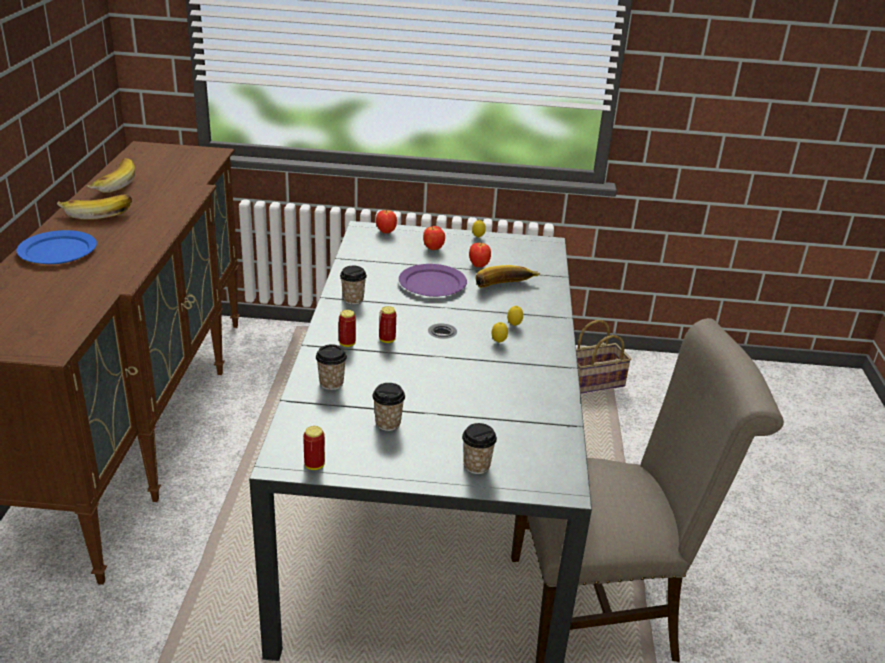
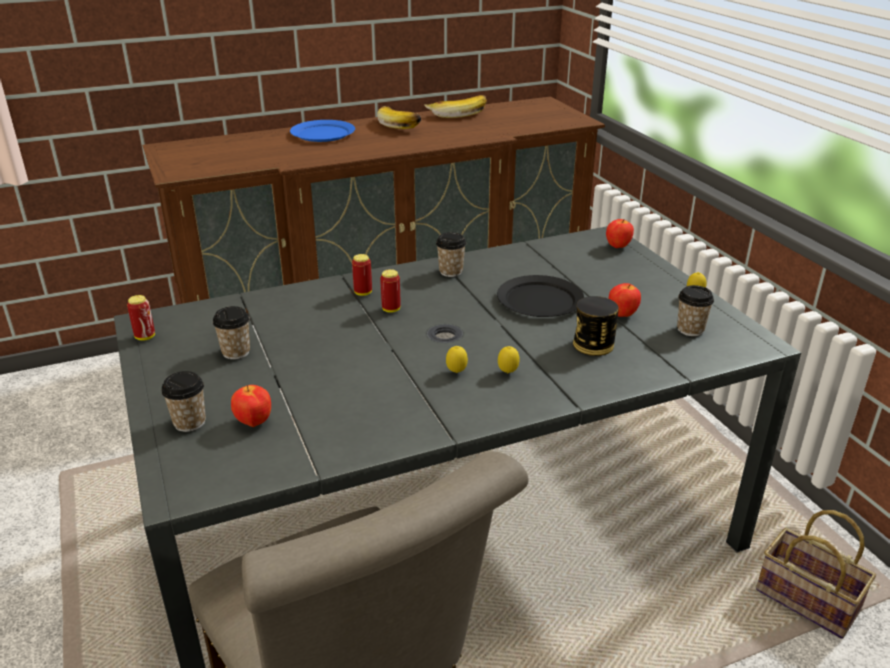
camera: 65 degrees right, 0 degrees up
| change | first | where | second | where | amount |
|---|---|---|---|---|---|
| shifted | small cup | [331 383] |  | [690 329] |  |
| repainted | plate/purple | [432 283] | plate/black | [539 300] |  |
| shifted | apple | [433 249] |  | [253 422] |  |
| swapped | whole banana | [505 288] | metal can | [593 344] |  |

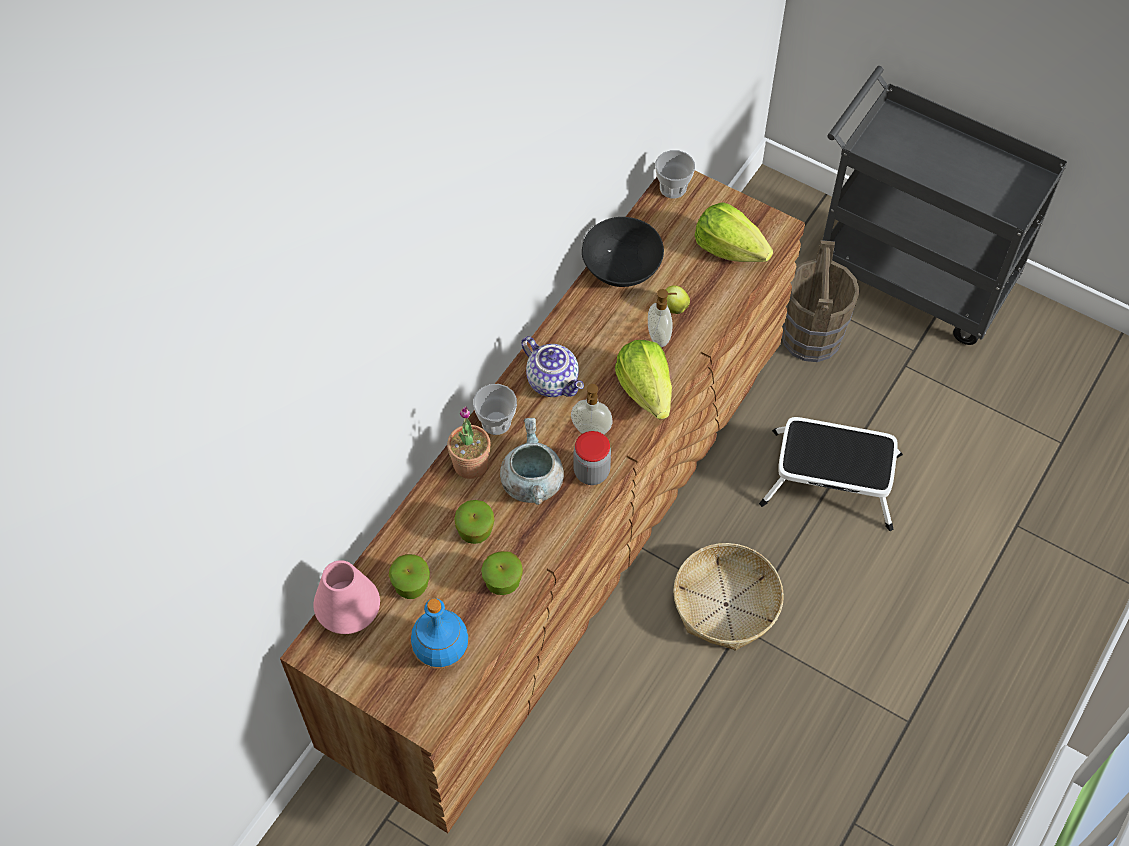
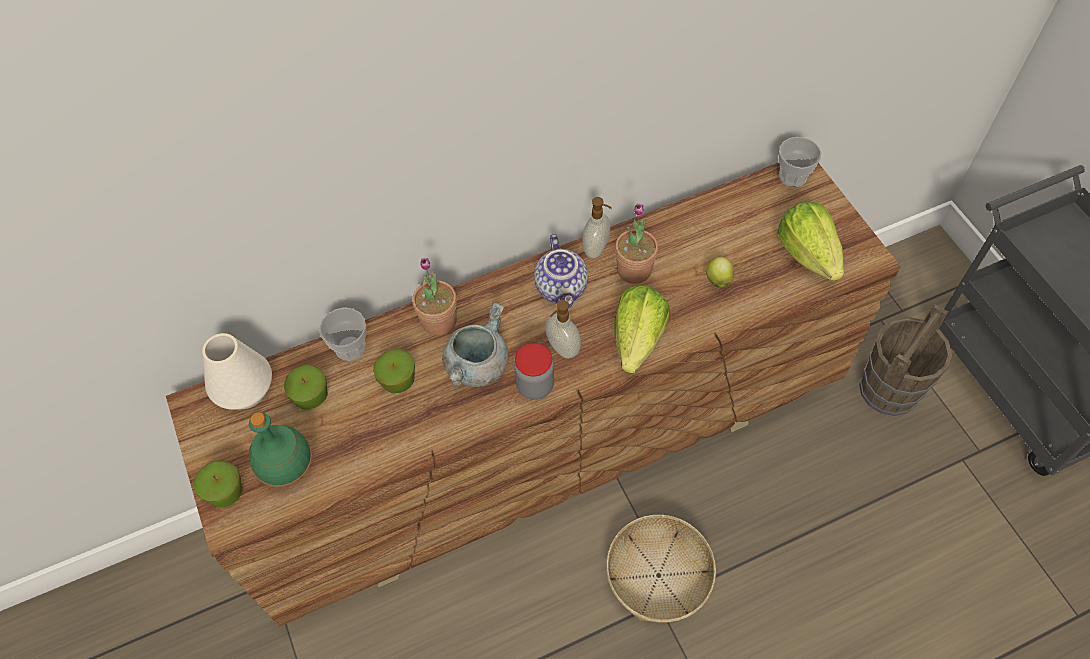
camera: 35 degrees right, 0 degrees up
| change | first | where | second | where | amount |
|---|---|---|---|---|---|
| repainted | flower vase/pink | [349 613] | flower vase/white-coloured | [245 391] |  |
| repainted | beverage bottle/bluish | [440 652] | beverage bottle/green | [288 469] |  |
| shifted | small cup | [496 422] |  | [350 347] |  |
| shifted | apple | [502 582] |  | [225 492] |  |
| gone | bowl/black | [622 268] |  |  |  |
| shifted | soap bottle | [660 337] |  | [596 249] |  |
| gone | step ladder/black | [831 480] |  |  |  |
| new |  |  | plant in a pot | [634 270] |  |

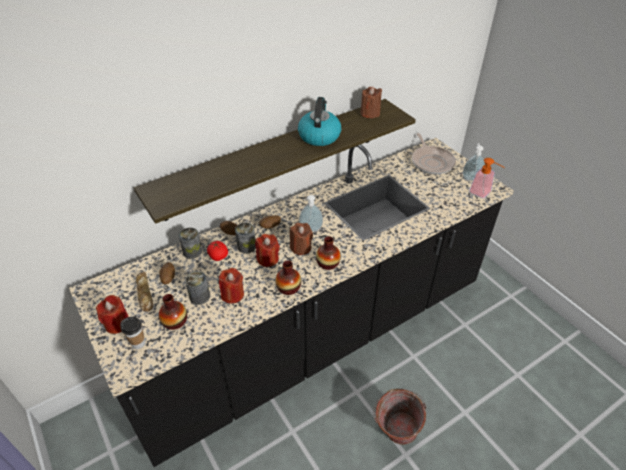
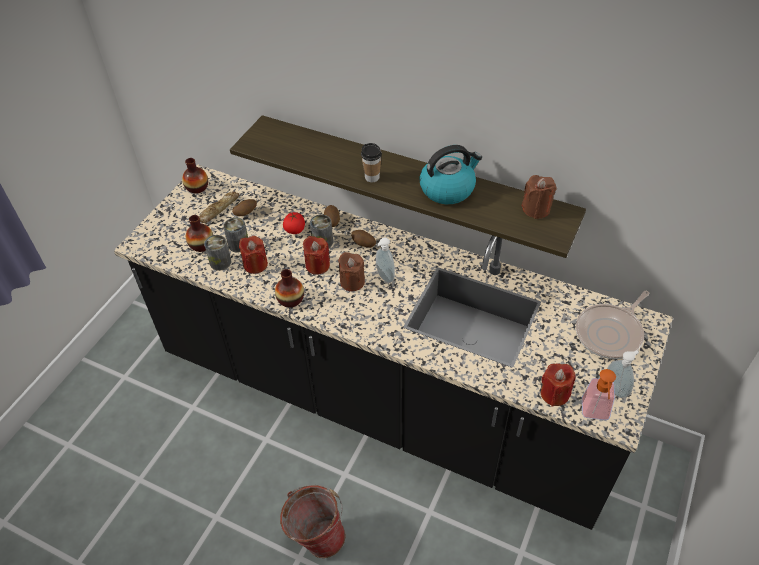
camera: 60 degrees right, 5 degrees up
| change | first | where | second | where | amount |
|---|---|---|---|---|---|
| shifted | wax light/reddish | [117 324] |  | [554 394] |  |
| shifted | small cup | [138 343] |  | [372 177] |  |
| shifted | metal can | [192 252] |  | [220 262] |  |
| shifted | flower vase | [328 263] |  | [197 187] |  |

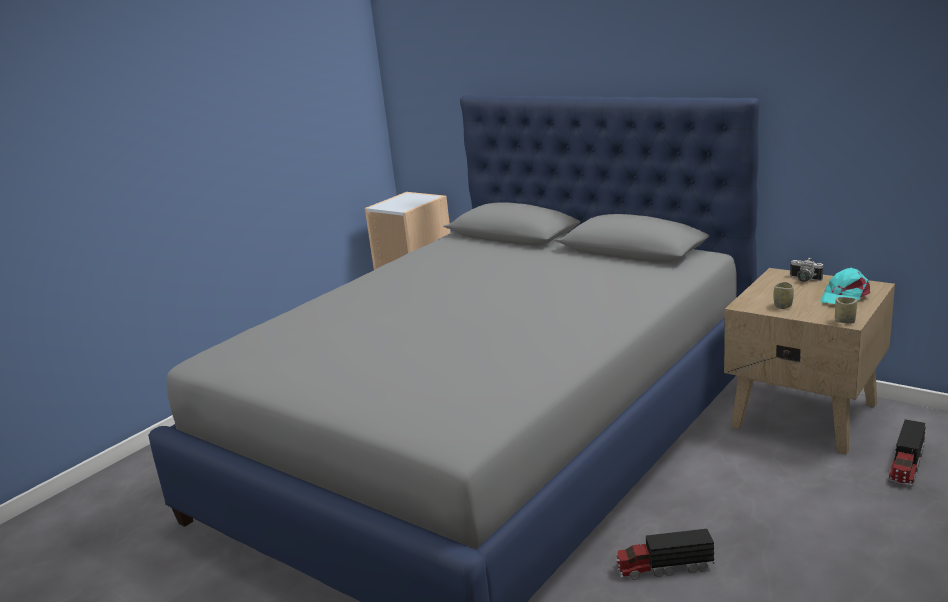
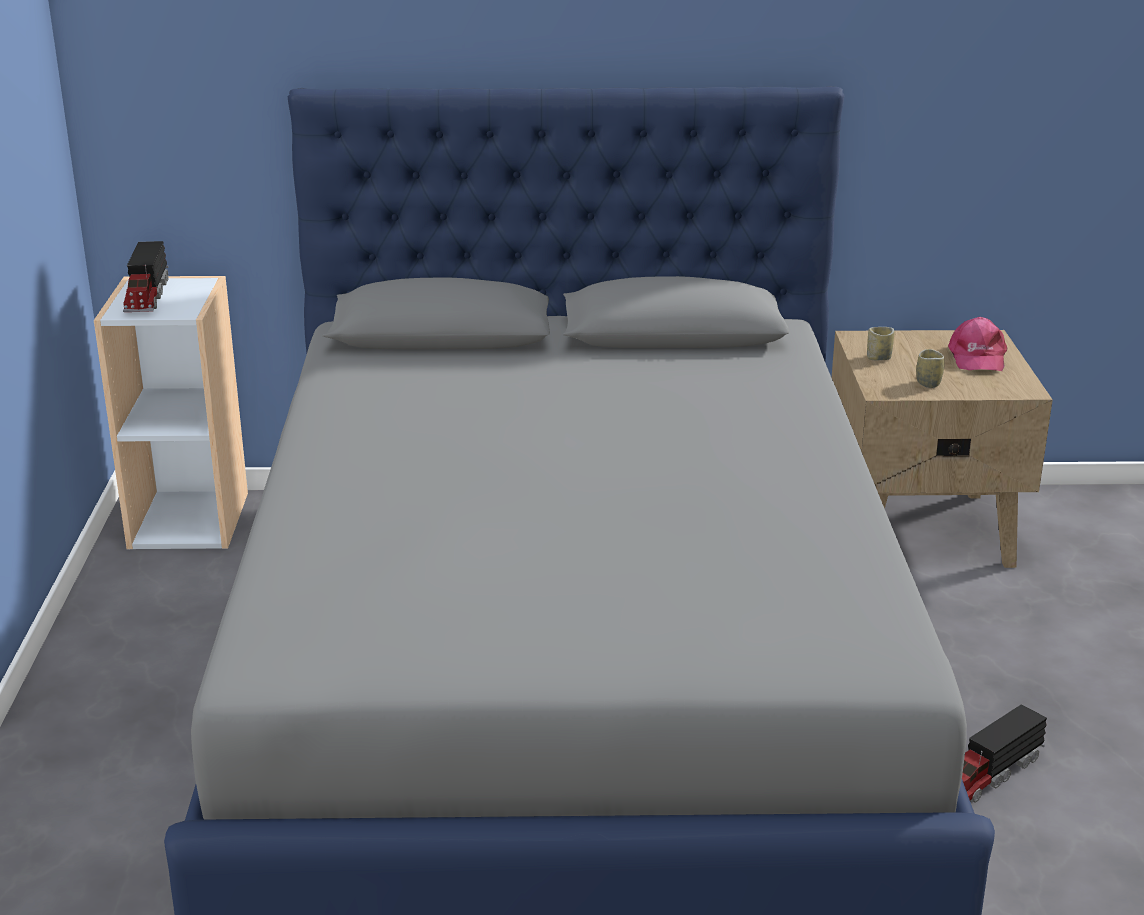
camera: 40 degrees left, 5 degrees up
| change | first | where | second | where | amount |
|---|---|---|---|---|---|
| gone | still camera | [803 280] |  |  |  |
| repainted | cap/blue-green | [844 296] | cap/pink | [976 357] |  |
| shifted | small cup | [845 321] |  | [878 358] |  |
| shifted | toy lorry | [906 465] |  | [147 295] |  |

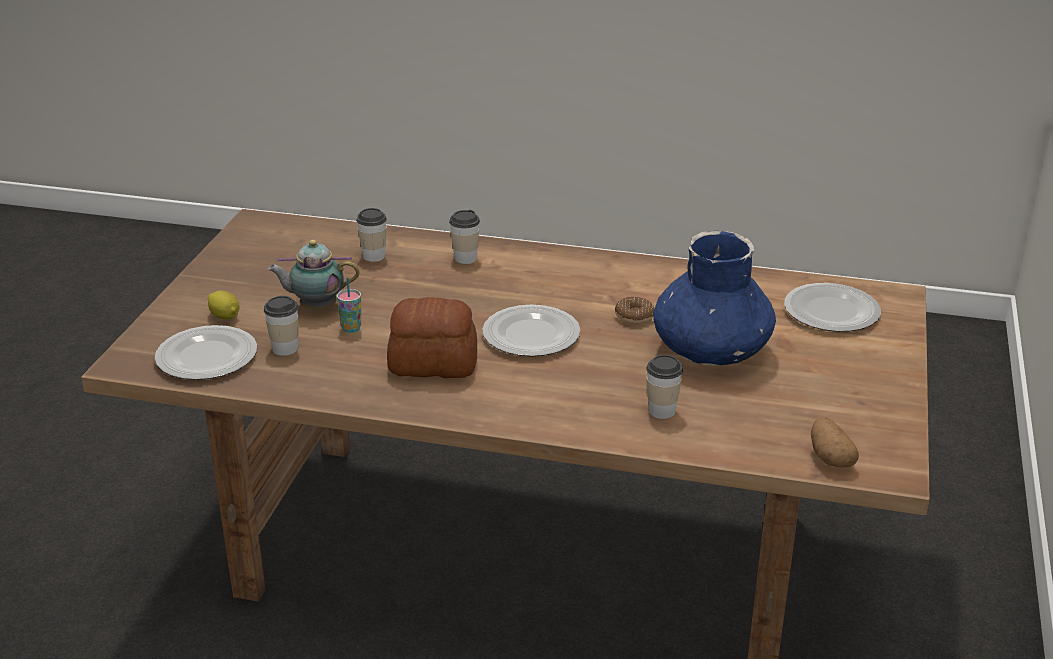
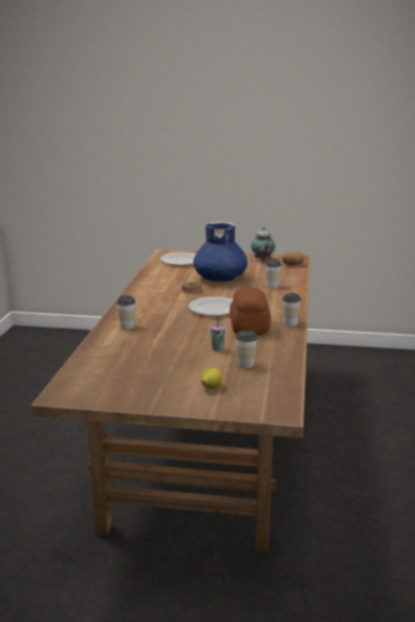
camera: 95 degrees left, 10 degrees down
| change | first | where | second | where | amount |
|---|---|---|---|---|---|
| gone | plate | [207 356] |  |  |  |
| shifted | pot for tea | [316 307] |  | [262 260] |  |
| shifted | small cup | [374 256] |  | [290 323] |  |

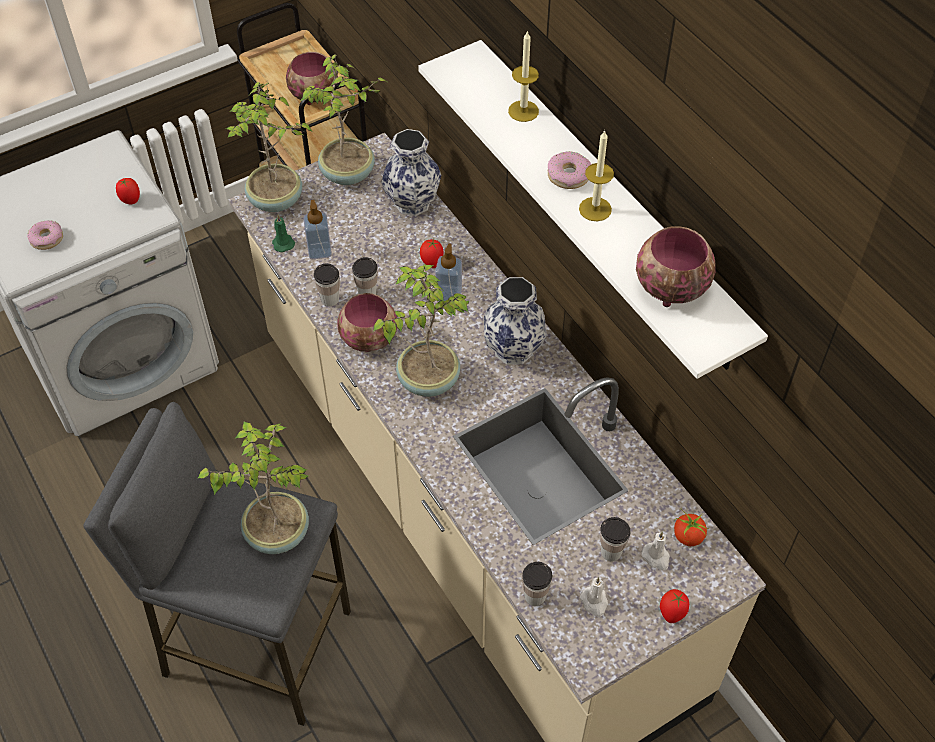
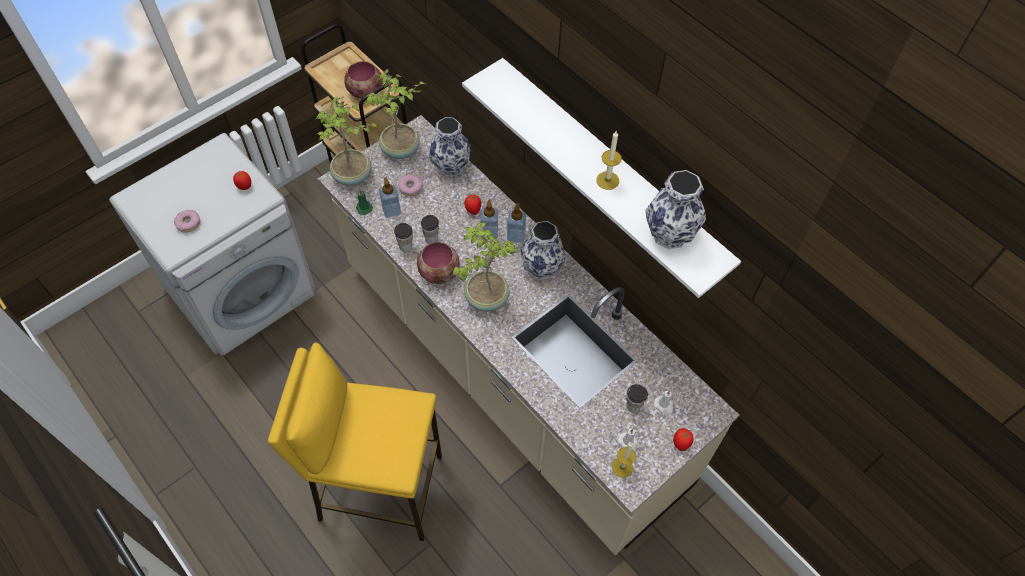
camera: 10 degrees left, 5 degrees up
| change | first | where | second | where | amount |
|---|---|---|---|---|---|
| repainted | sitting stool/grey | [257 643] | sitting stool/yellow-coloured | [380 488] |  |
| gone | plant in a pot | [276 531] |  |  |  |
| shifted | wax light | [523 111] |  | [622 467] |  |
| gone | small cup | [535 596] |  |  |  |
| shifted | donut | [569 175] |  | [410 187] |  |
| swapped | bowl | [669 288] | flower vase | [668 234] |  |
| gone | whole tomato | [687 536] |  |  |  |
| new |  |  | soap bottle | [516 236] |  |

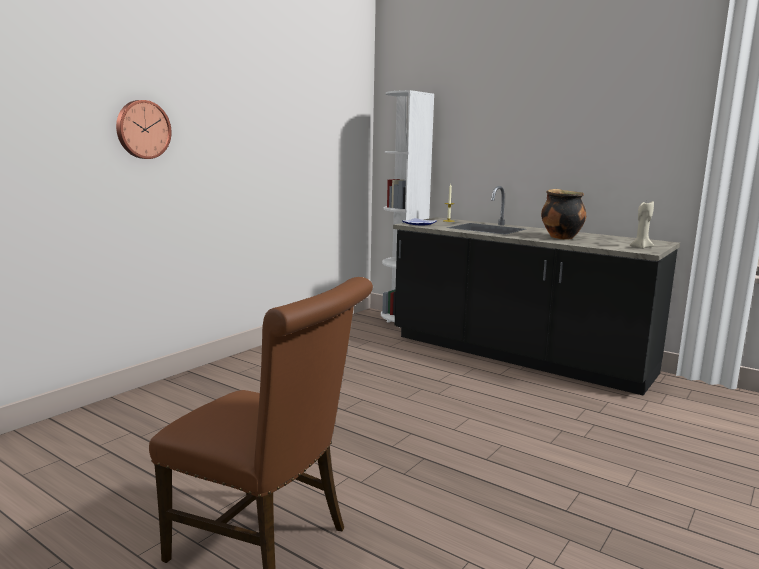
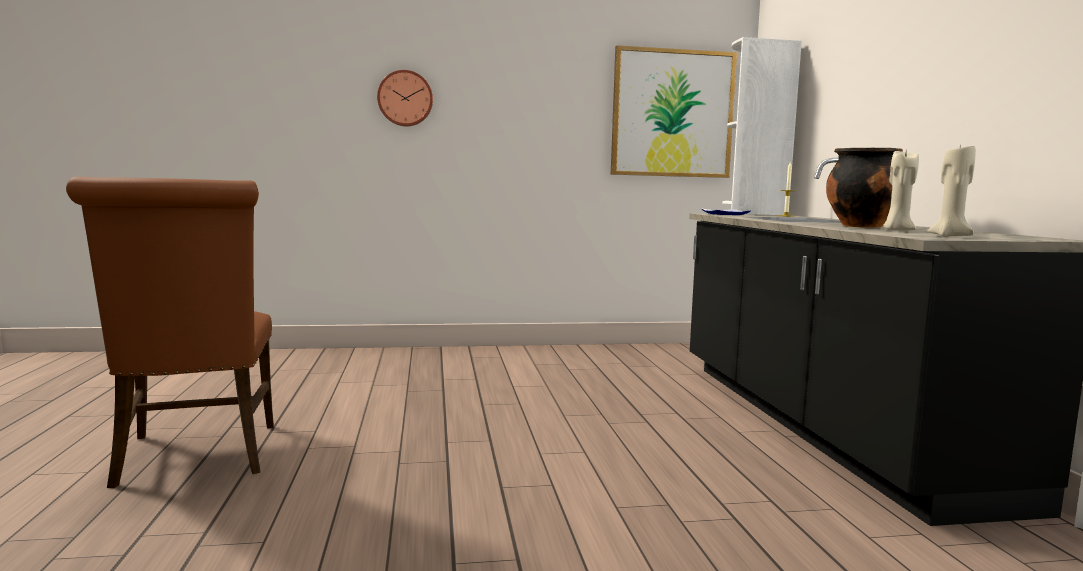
camera: 45 degrees right, 5 degrees down
| change | first | where | second | where | amount |
|---|---|---|---|---|---|
| new |  |  | wall picture | [672 114] |  |
| new |  |  | wax light/beige | [897 231] |  |

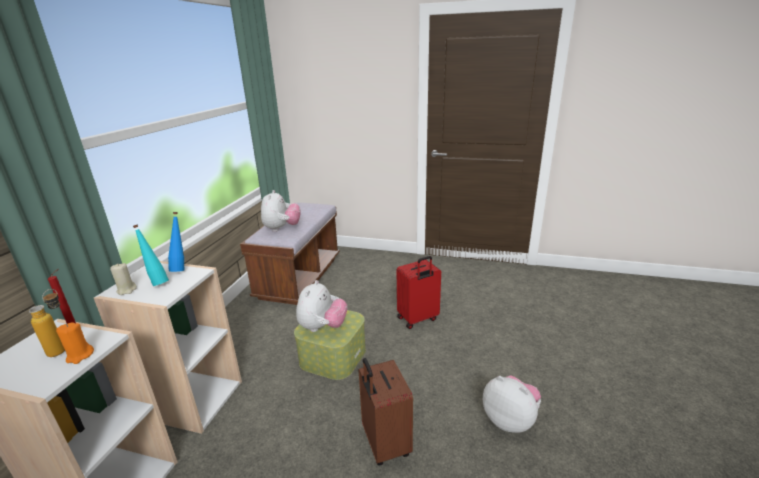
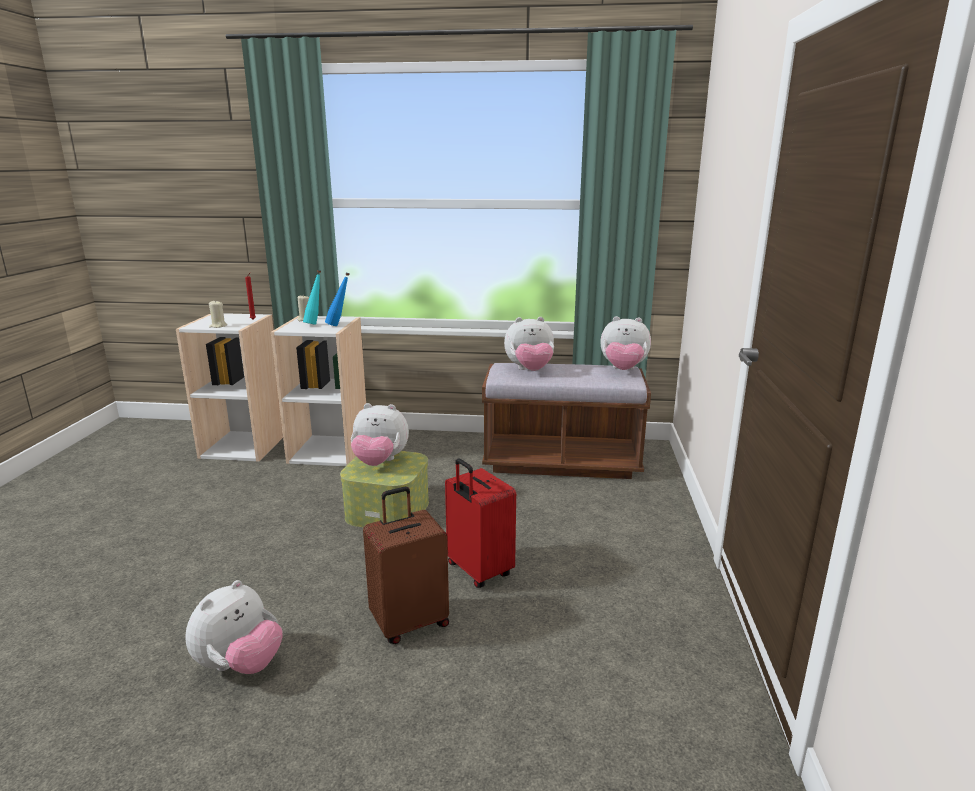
camera: 80 degrees right, 5 degrees down
| change | first | where | second | where | amount |
|---|---|---|---|---|---|
| gone | beverage bottle | [63 348] |  |  |  |
| repainted | wax light/orange-coloured | [79 356] | wax light/beige | [218 326] |  |
| shifted | suitcase/brown | [384 443] |  | [409 622] |  |
| new |  |  | plush toy | [623 370] |  |

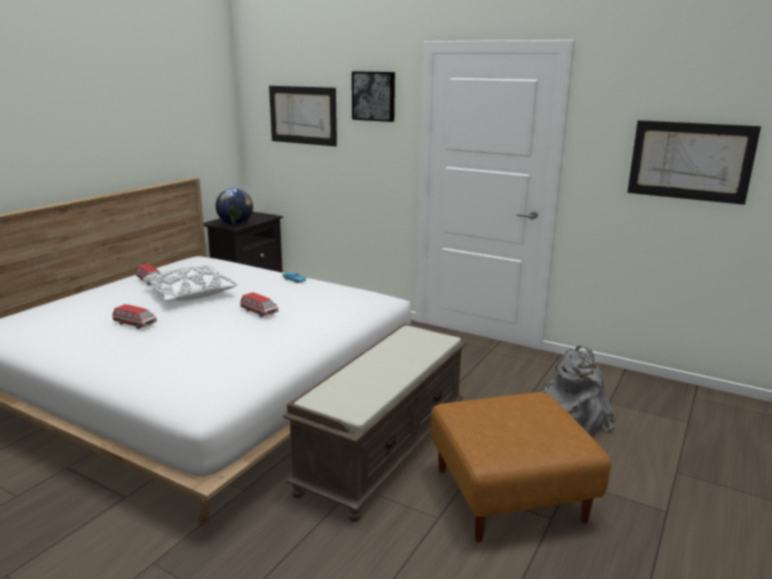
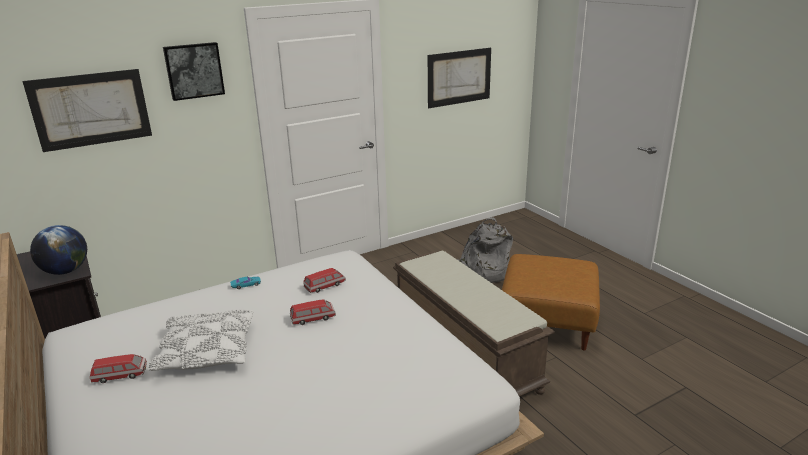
camera: 60 degrees left, 5 degrees up
| change | first | where | second | where | amount |
|---|---|---|---|---|---|
| shifted | model car | [135 324] |  | [325 286] |  |

